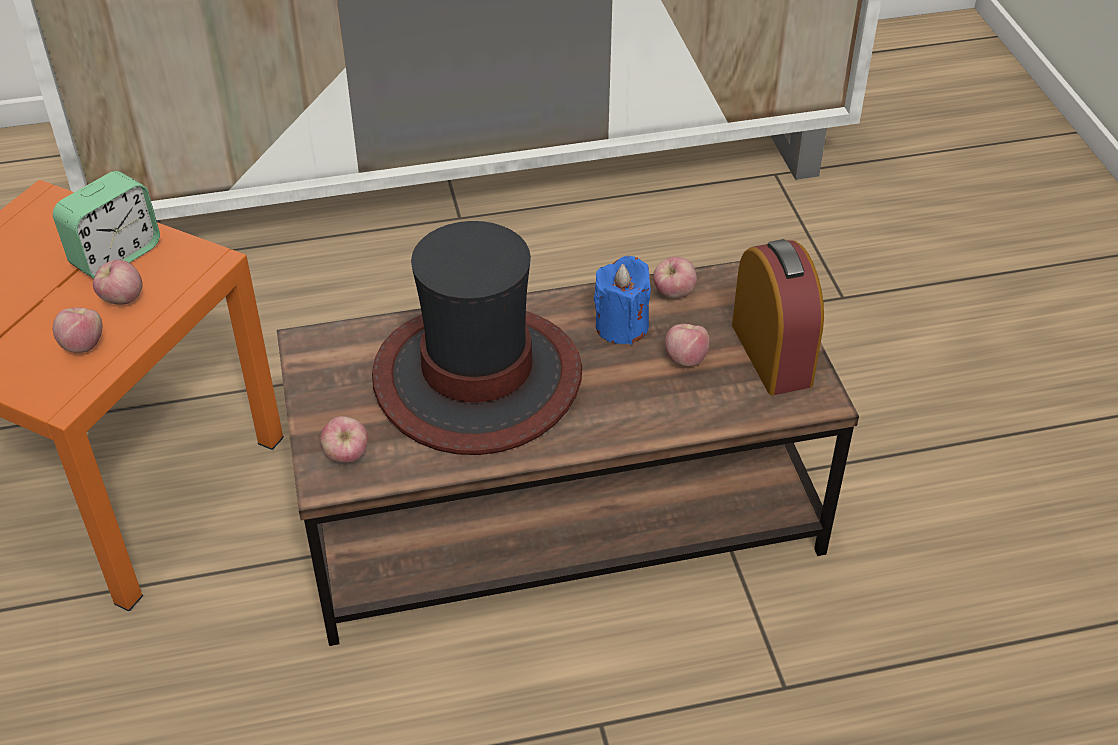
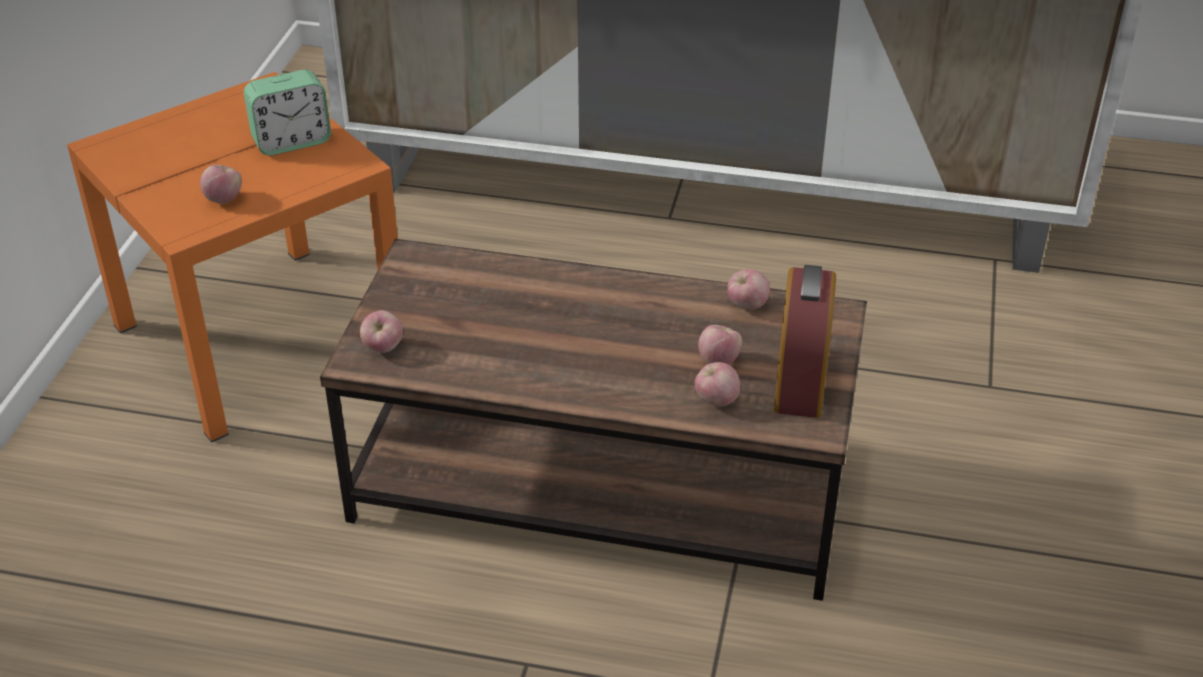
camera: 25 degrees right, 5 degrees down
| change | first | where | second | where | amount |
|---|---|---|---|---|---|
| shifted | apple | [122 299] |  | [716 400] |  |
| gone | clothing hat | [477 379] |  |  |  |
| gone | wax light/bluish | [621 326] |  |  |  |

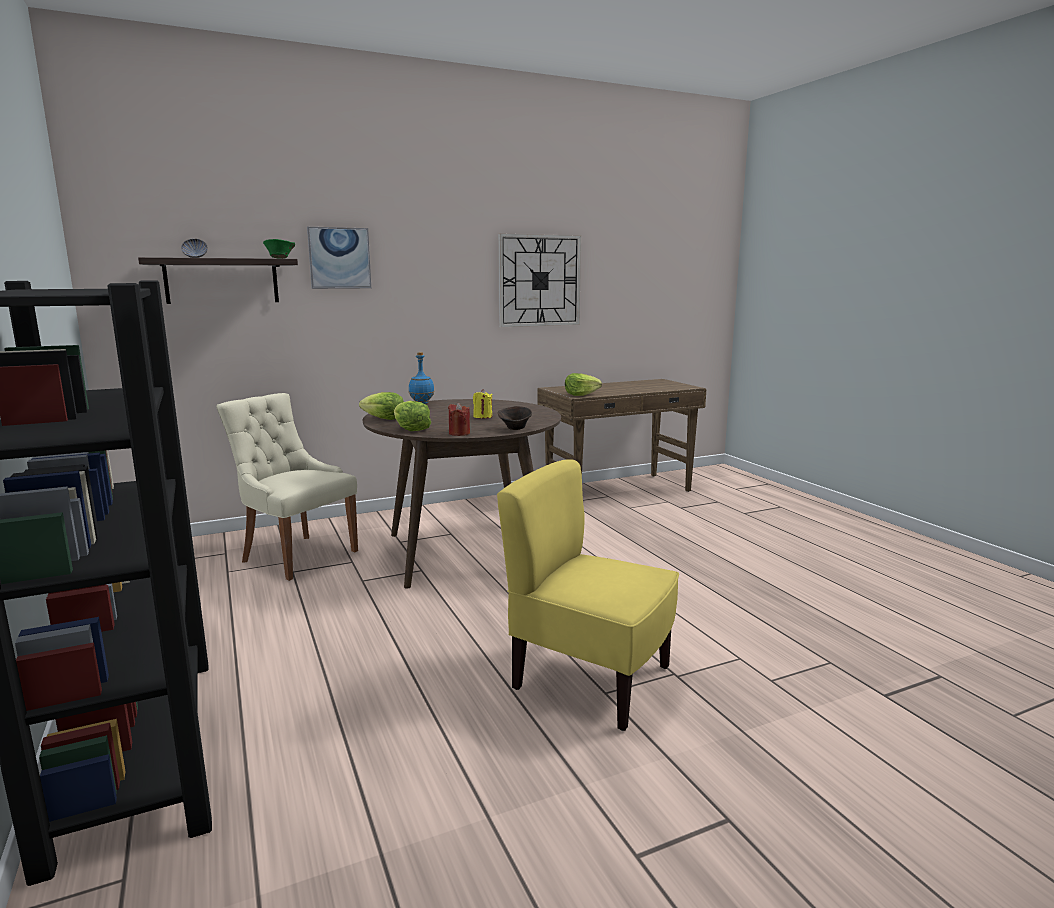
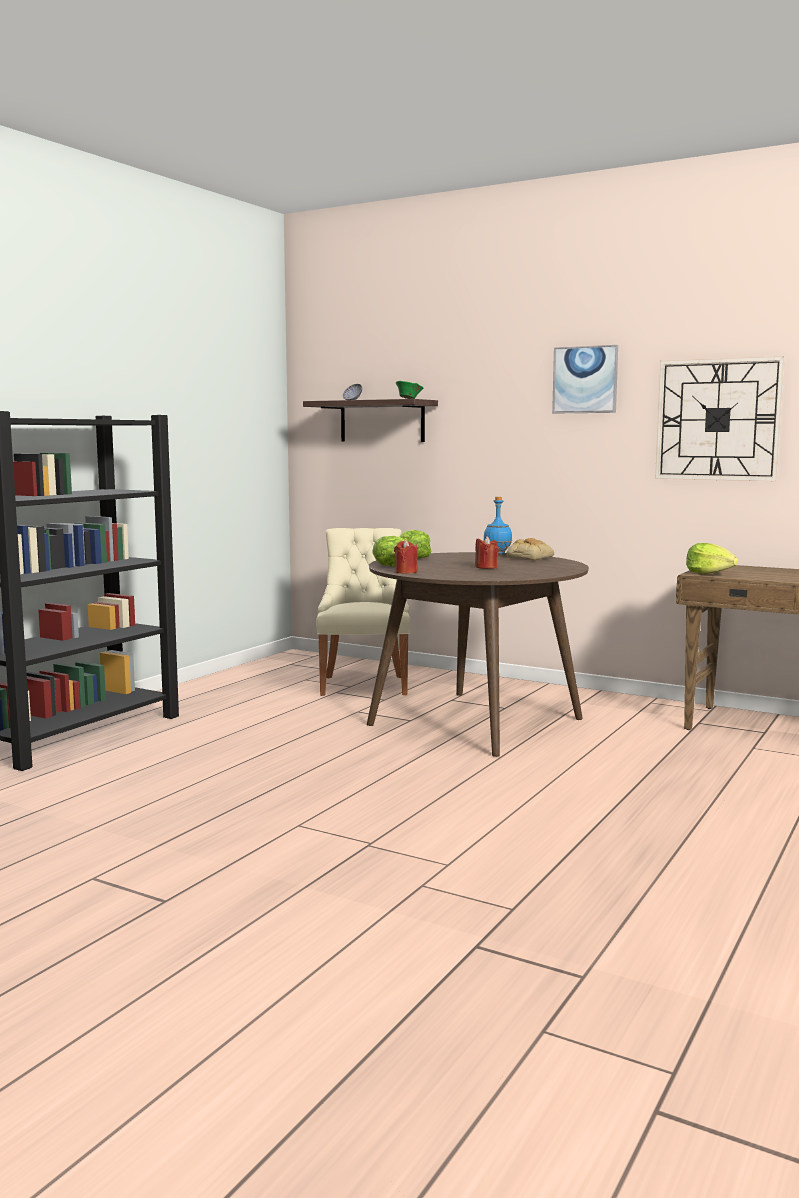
camera: 55 degrees right, 5 degrees down
| change | first | where | second | where | amount |
|---|---|---|---|---|---|
| shifted | wall picture | [339 258] |  | [585 380] |  |
| repainted | wax light/yellow-coloured | [482 416] | wax light/reddish | [486 567] |  |
| gone | chair/yellow-coloured | [590 679] |  |  |  |
| gone | bowl/brown | [515 428] |  |  |  |
| new |  |  | bakery bread | [529 557] |  |

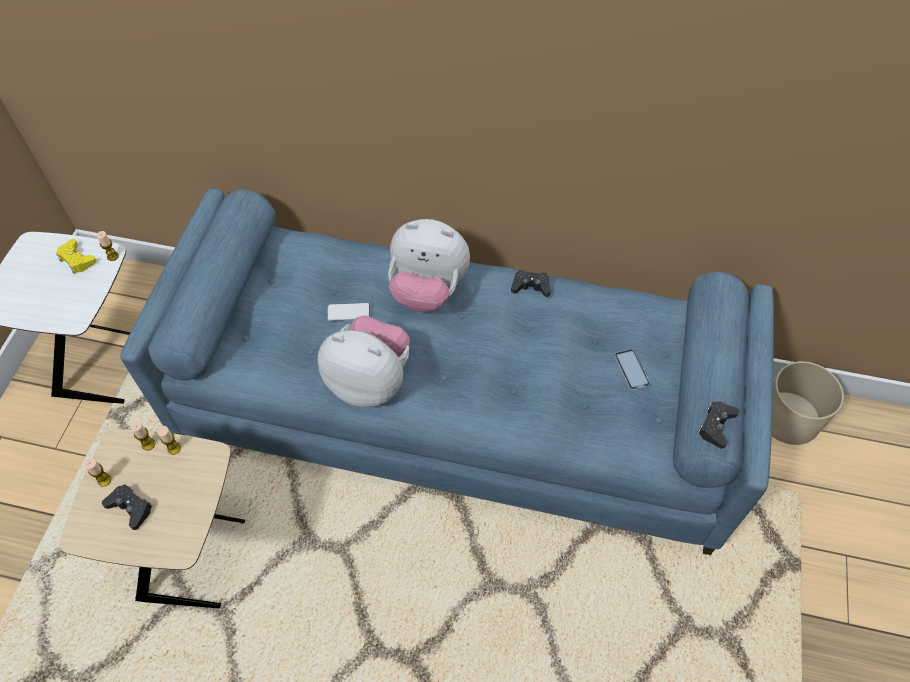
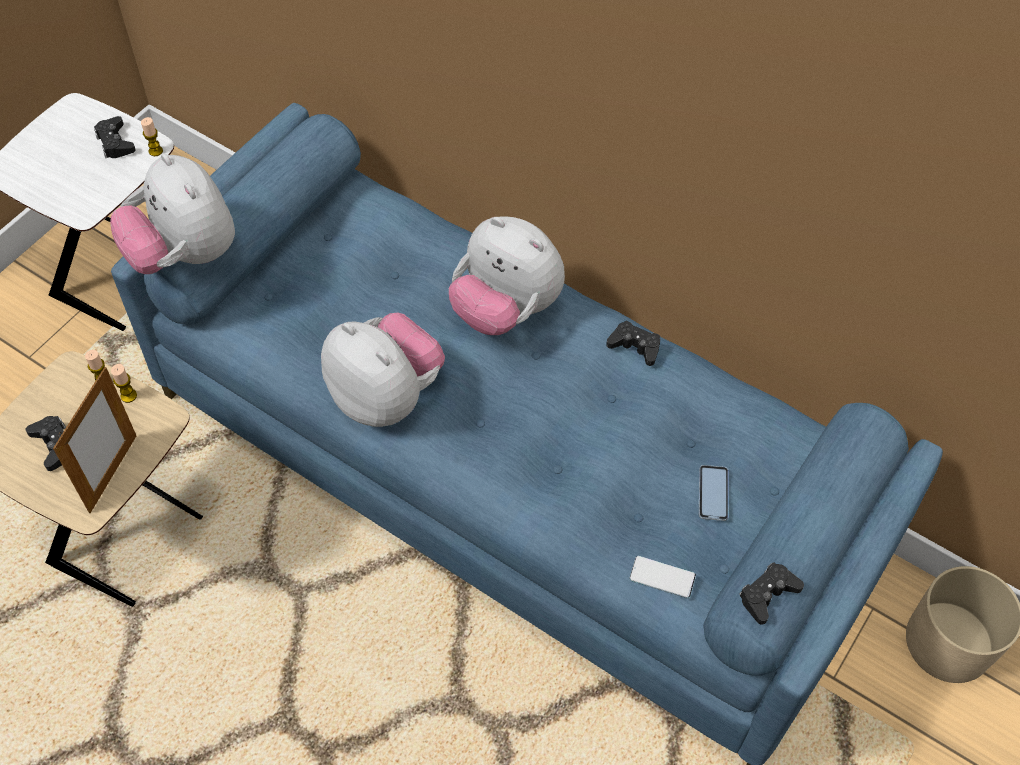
camera: 20 degrees right, 0 degrees up
| change | first | where | second | where | amount |
|---|---|---|---|---|---|
| repainted | game controller/yellow-coloured | [77 259] | game controller/black | [115 142] |  |
| gone | wax light | [104 480] |  |  |  |
| shifted | handset | [349 312] |  | [662 577] |  |
| new |  |  | picture frame | [113 473] |  |
| new |  |  | plush toy | [184 254] |  |

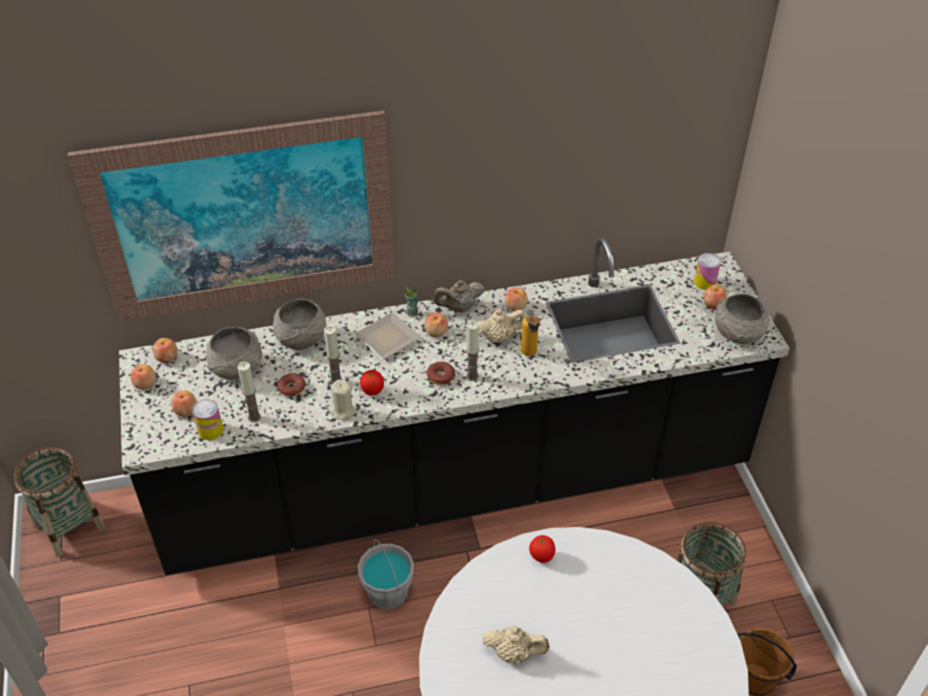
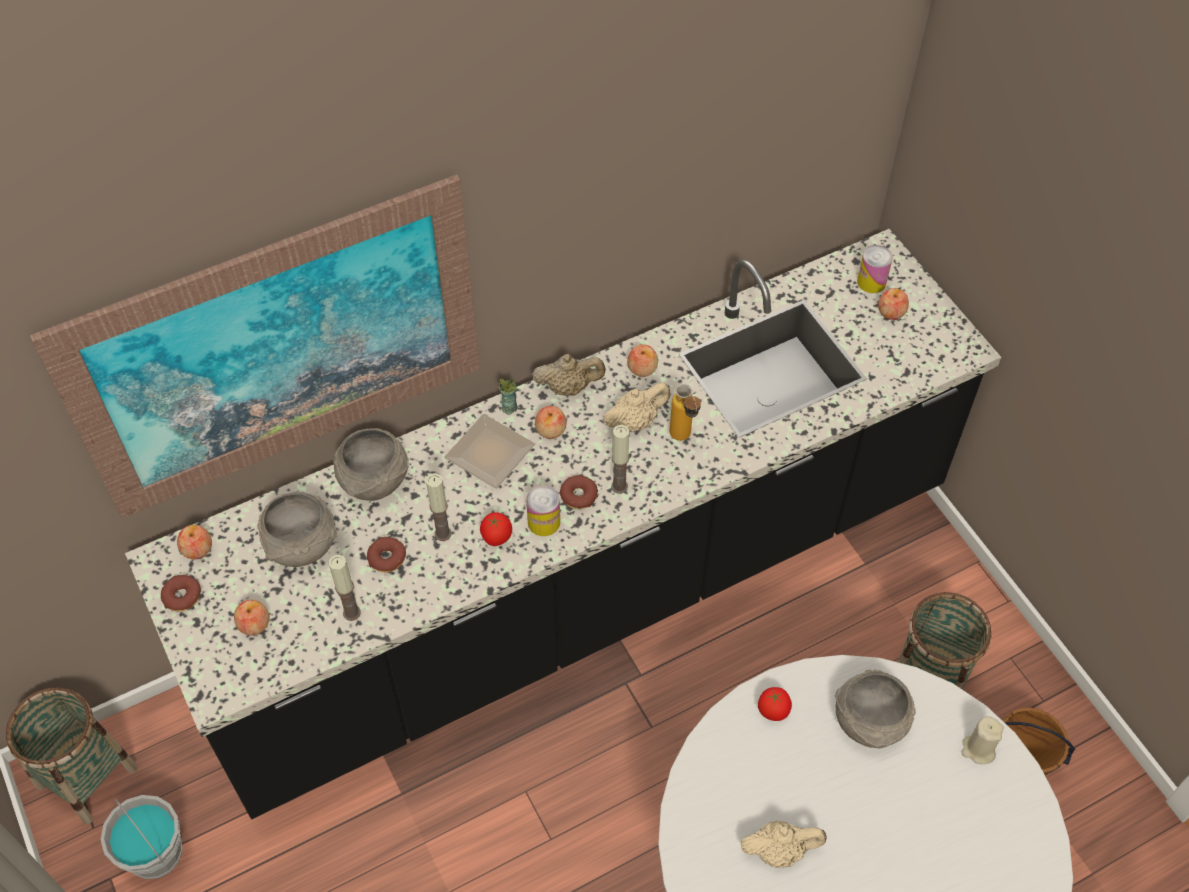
camera: 15 degrees left, 10 degrees up
| change | first | where | second | where | amount |
|---|---|---|---|---|---|
| swapped | apple | [145 384] | donut | [182 596] |  |
| shifted | metal can | [210 430] |  | [544 522] |  |
| shifted | wax light/beige | [343 411] |  | [978 749] |  |
| shifted | pail/grey | [388 592] |  | [156 852] |  |
| rotated | pot for tea/beige | [459 308] |  | [569 387] | 150 degrees counterclockwise |
| shifted | bowl/grey | [737 333] |  | [868 721] |  |

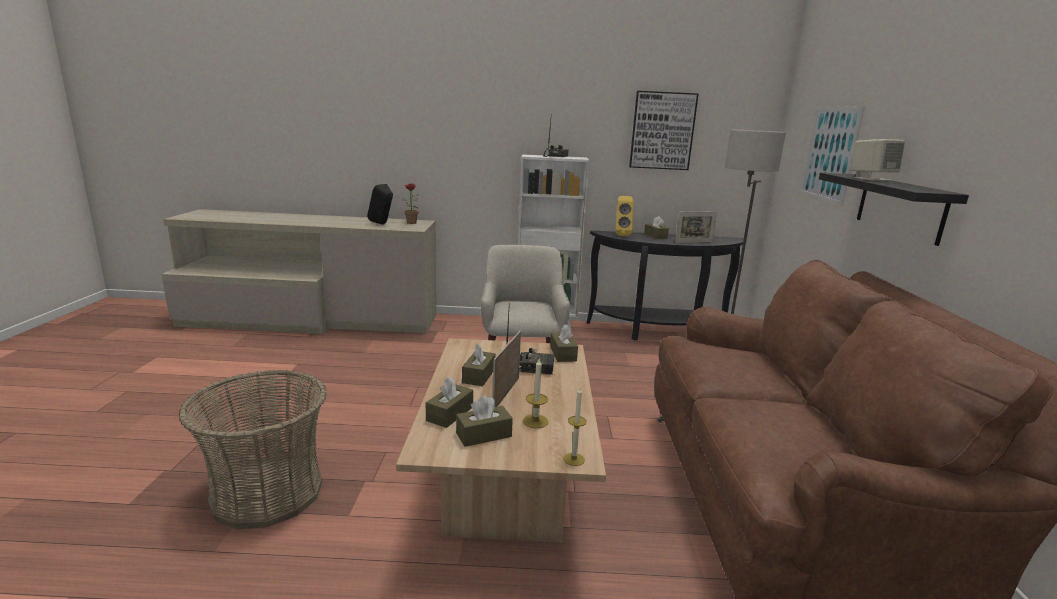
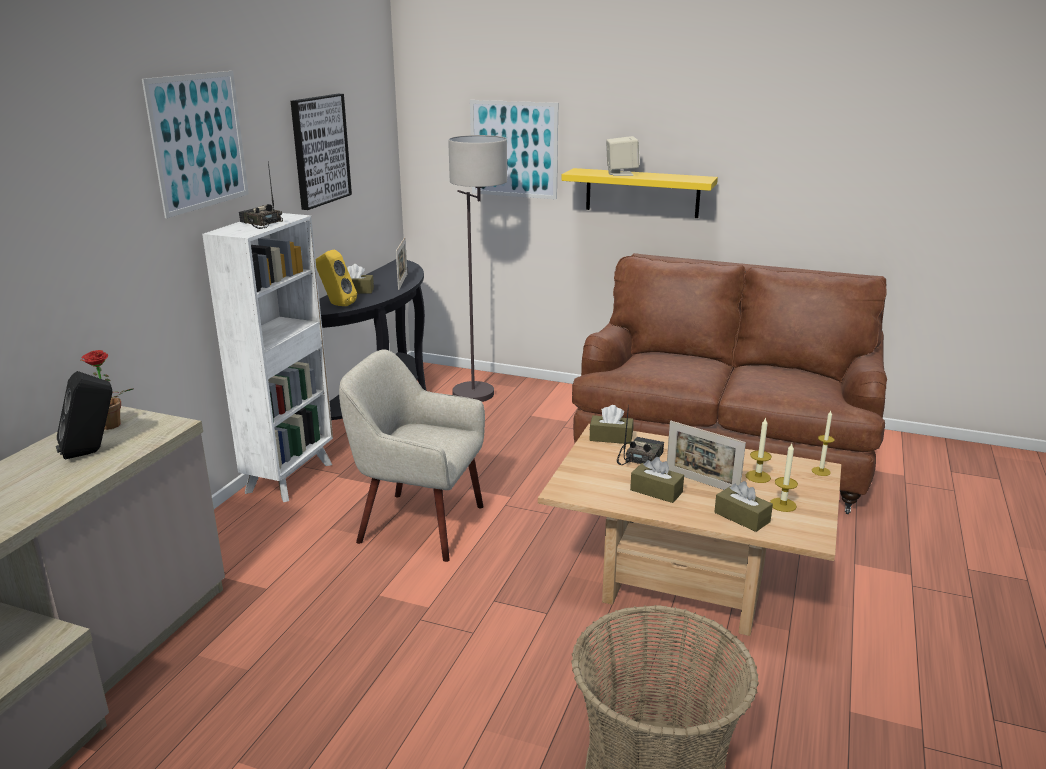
camera: 70 degrees left, 5 degrees up
| change | first | where | second | where | amount |
|---|---|---|---|---|---|
| swapped | tissue holder/brown | [483 435] | wax light | [783 505] |  |
| repainted | wall shelf/black | [900 207] | wall shelf/yellow-coloured | [642 193] |  |
| new |  |  | wall picture | [199 141] |  |

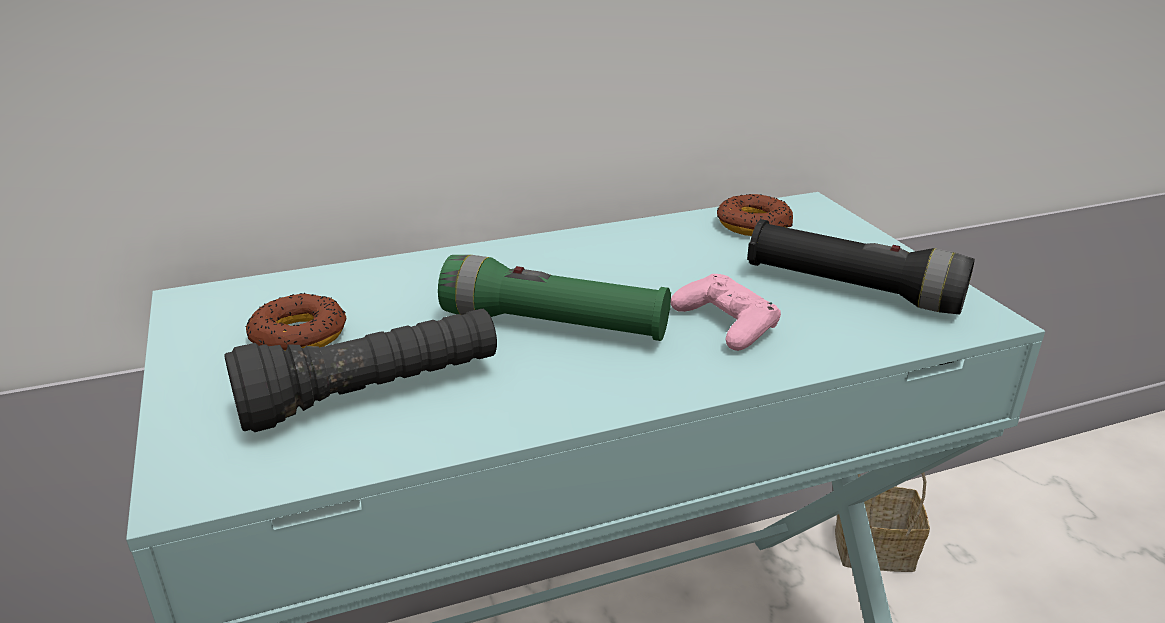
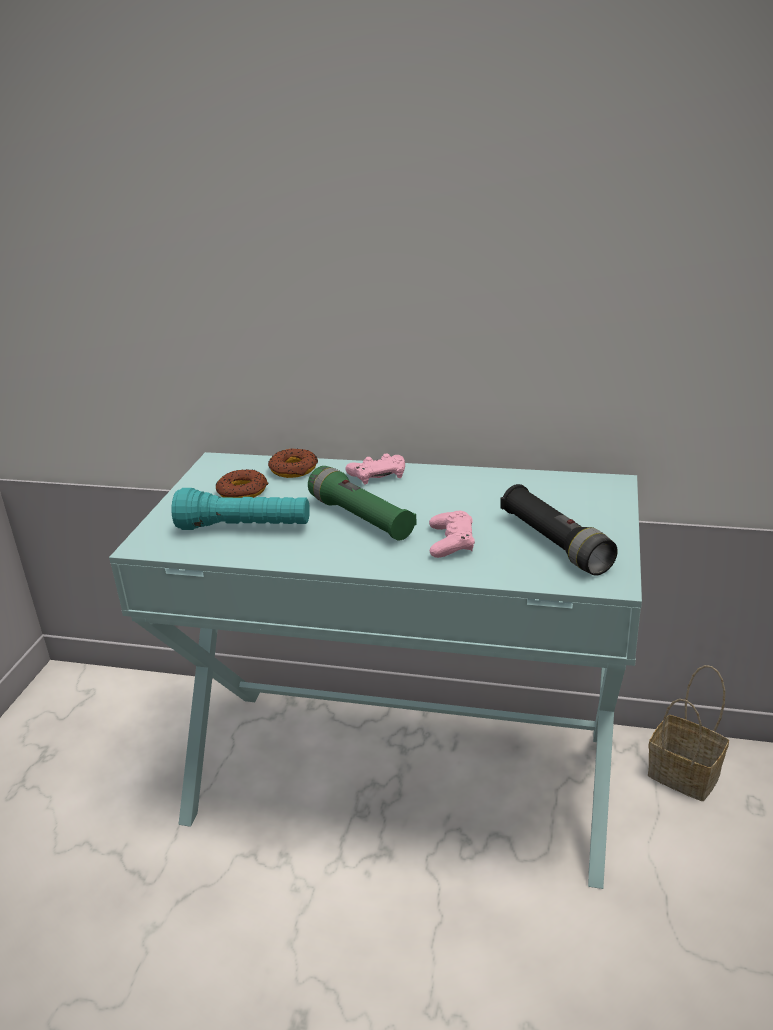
camera: 35 degrees right, 0 degrees up
| change | first | where | second | where | amount |
|---|---|---|---|---|---|
| repainted | flashlight/black | [373 394] | flashlight/blue-green | [244 528] |  |
| shifted | donut | [754 225] |  | [294 469] |  |
| new |  |  | game controller/pink | [378 475] |  |

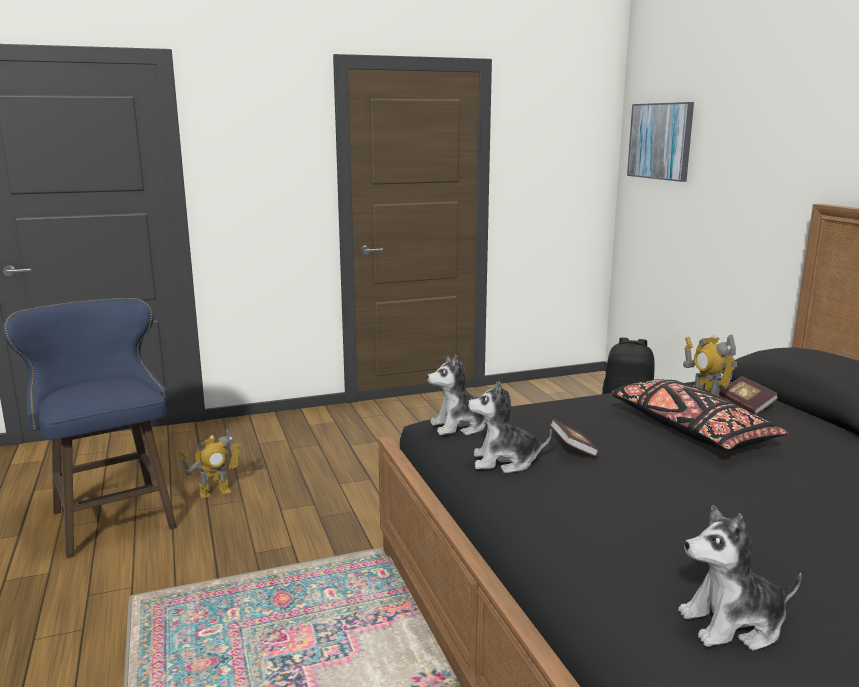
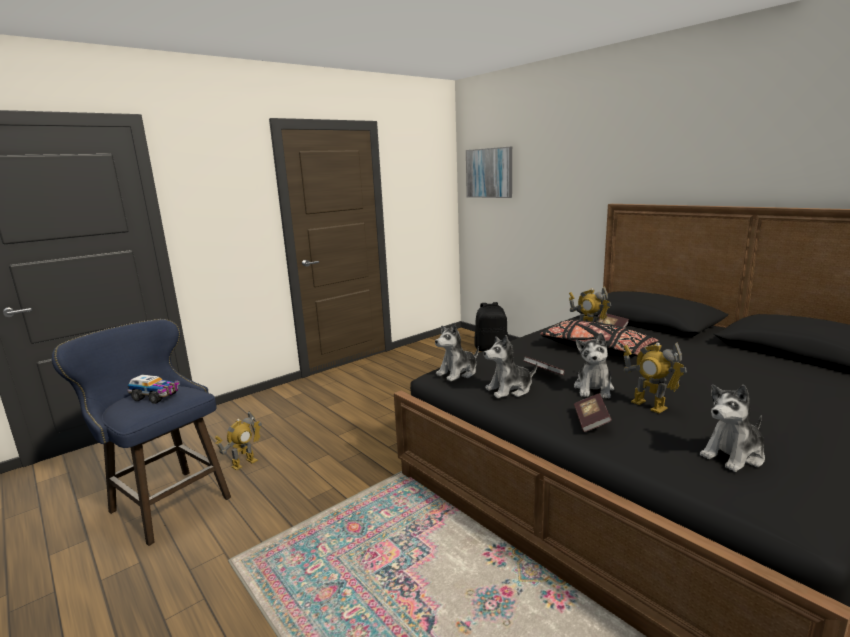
camera: 20 degrees left, 0 degrees up
| change | first | where | second | where | amount |
|---|---|---|---|---|---|
| new |  |  | toy lorry | [156 397] |  |
| new |  |  | plush toy | [594 388] |  |
| new |  |  | book | [591 421] |  |
| new |  |  | toy robot | [648 405] |  |

